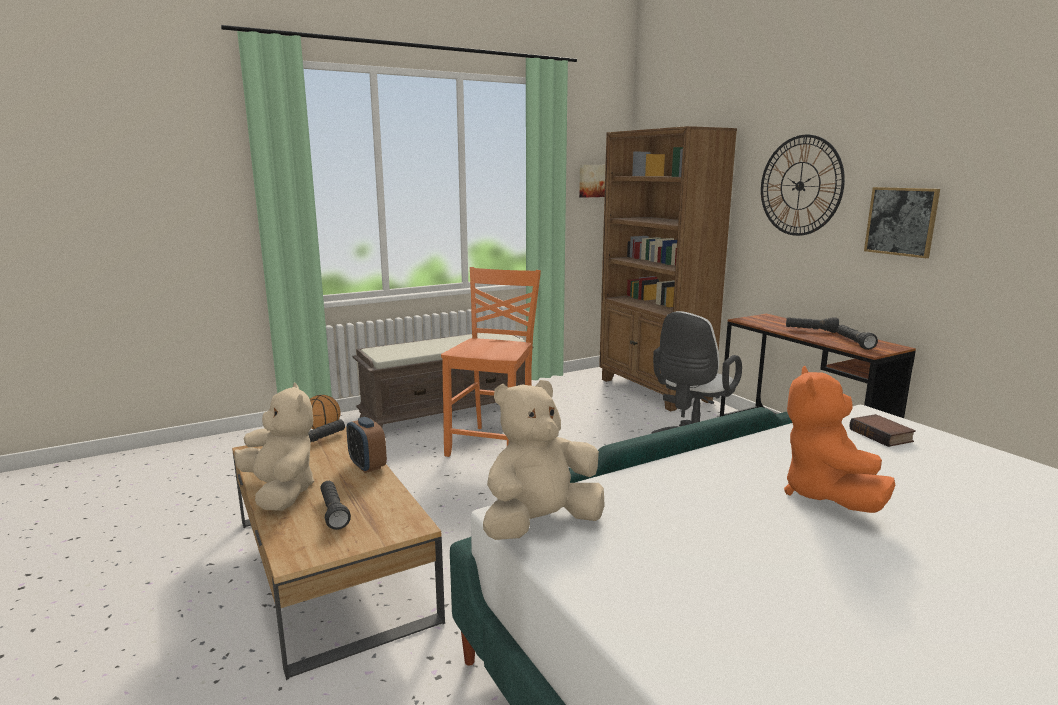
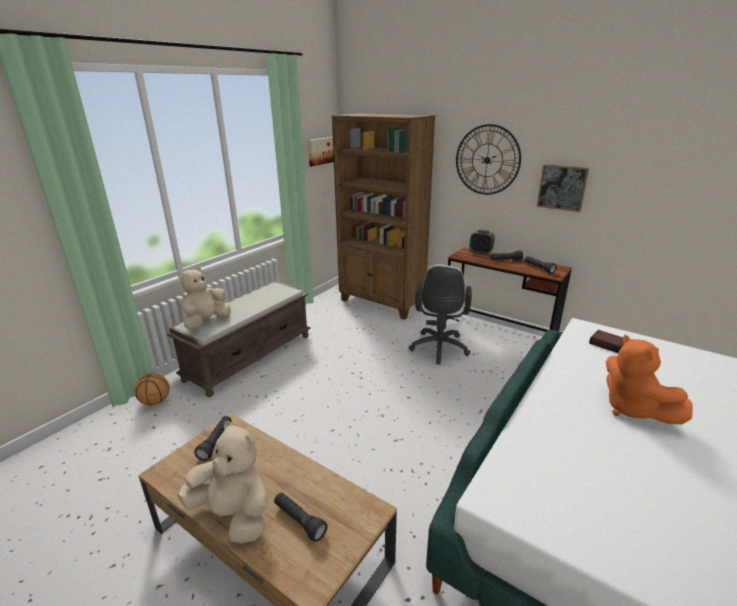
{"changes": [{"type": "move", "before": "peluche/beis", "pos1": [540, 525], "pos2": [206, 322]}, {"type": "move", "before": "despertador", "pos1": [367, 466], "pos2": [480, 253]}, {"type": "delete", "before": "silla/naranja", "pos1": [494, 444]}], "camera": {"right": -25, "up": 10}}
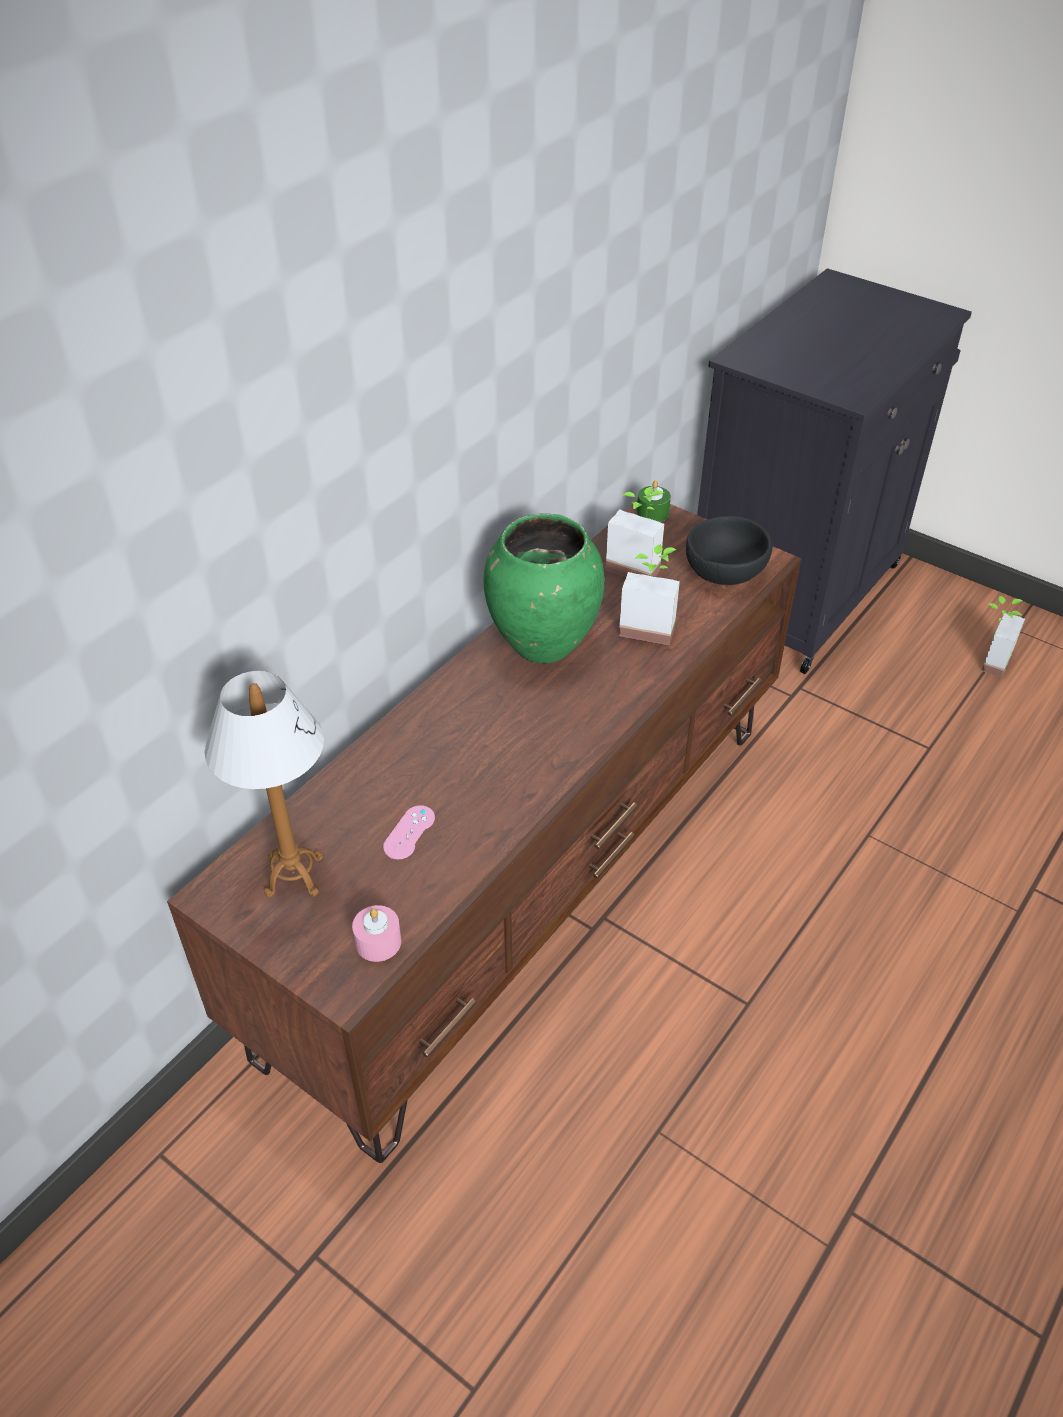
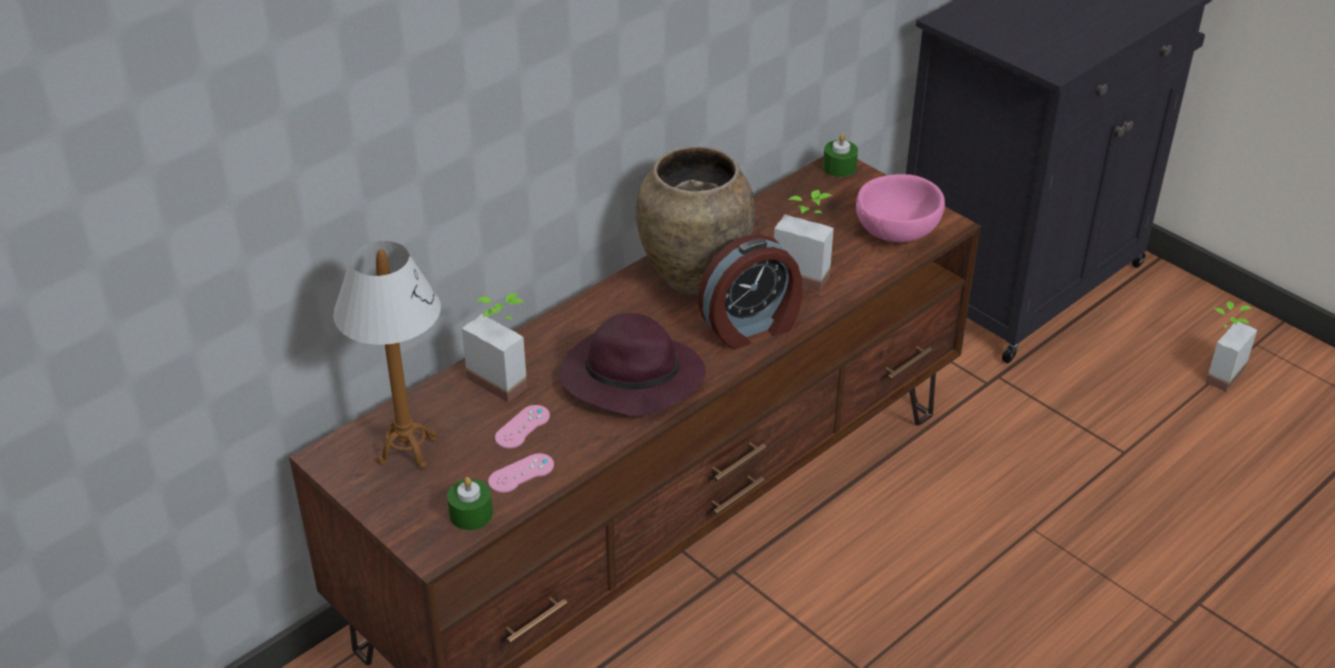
{"changes": [{"type": "recolor", "before": "vela/rosa", "after": "vela/verde", "pos1": [378, 942], "pos2": [471, 514]}, {"type": "move", "before": "planta en maceta", "pos1": [637, 564], "pos2": [505, 377]}, {"type": "insert", "after": "mando de consola/rosa", "pos2": [521, 473]}, {"type": "insert", "after": "sombrero/morado", "pos2": [629, 379]}, {"type": "recolor", "before": "florero/verde", "after": "florero/marrón", "pos1": [542, 645], "pos2": [693, 279]}, {"type": "insert", "after": "despertador", "pos2": [751, 327]}, {"type": "recolor", "before": "cuenco/negro", "after": "cuenco/rosa", "pos1": [727, 573], "pos2": [898, 232]}], "camera": {"right": 10, "up": -5}}
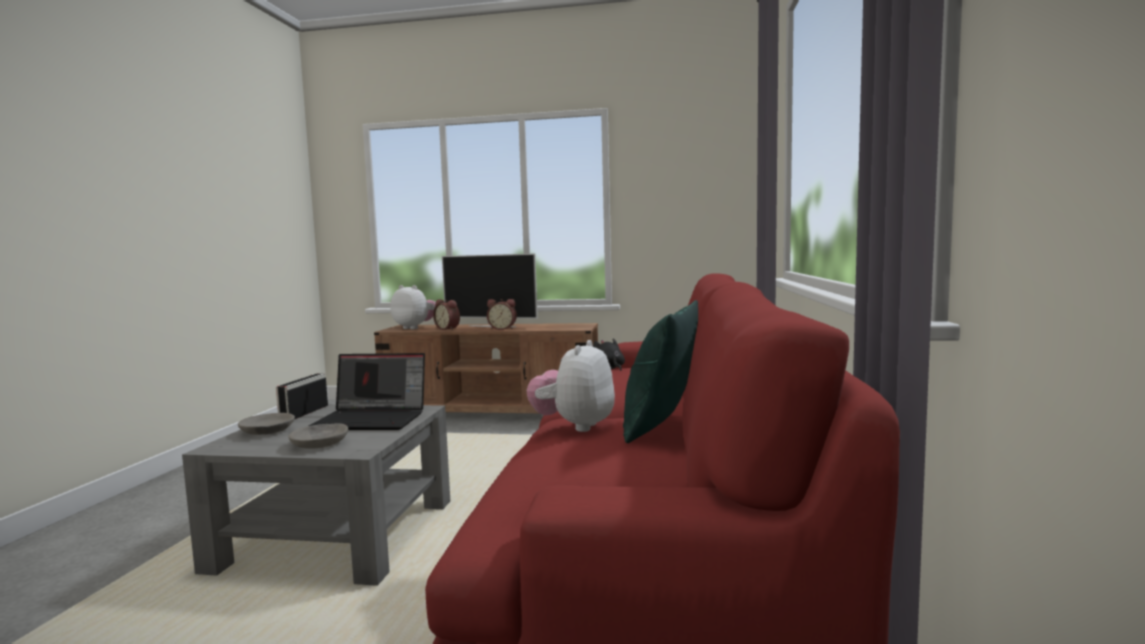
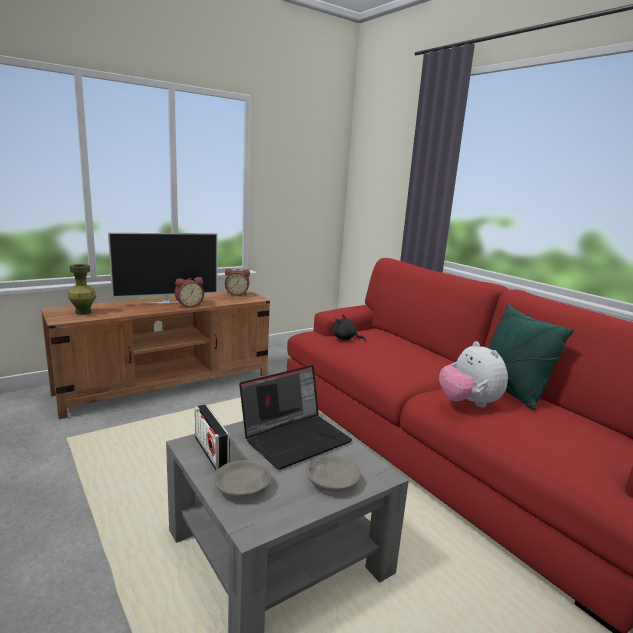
{"changes": [{"type": "replace", "before": "peluche", "after": "florero/verde", "pos1": [415, 328], "pos2": [83, 312]}, {"type": "move", "before": "despertador", "pos1": [448, 329], "pos2": [237, 294]}], "camera": {"right": -45, "up": 10}}
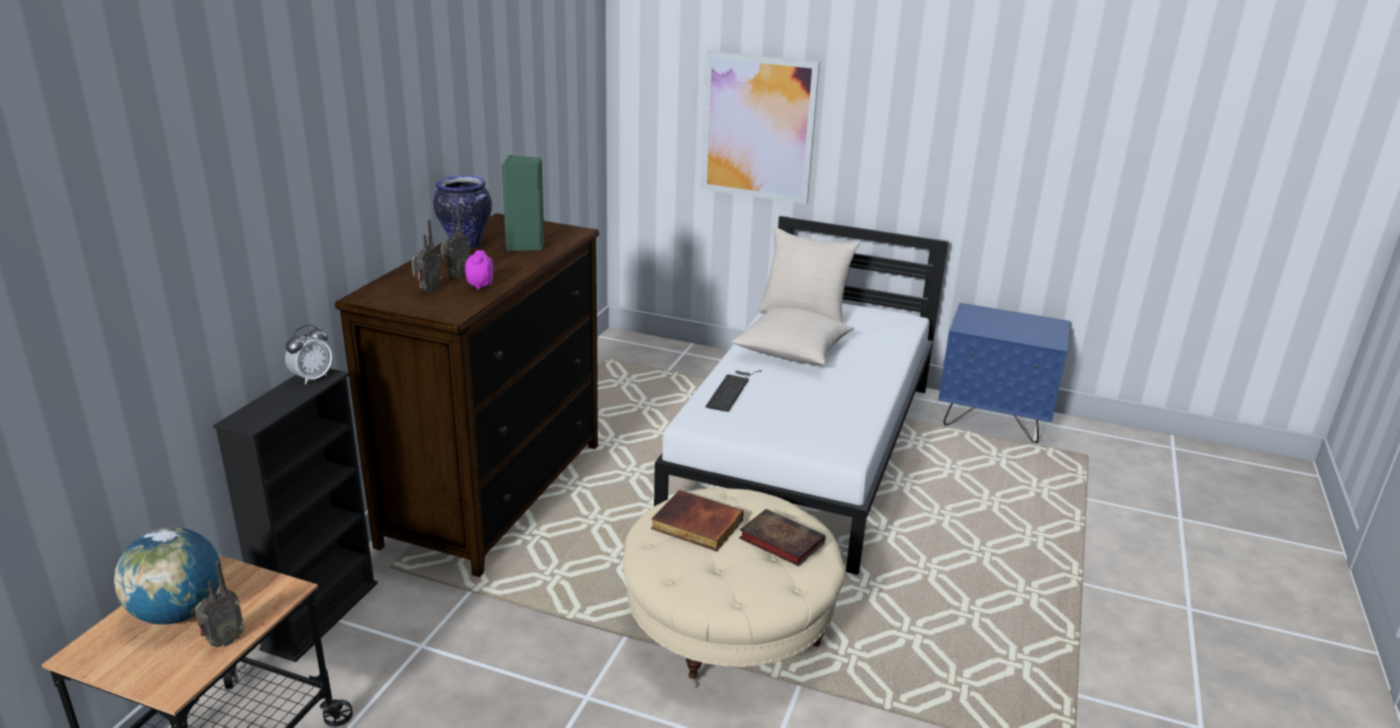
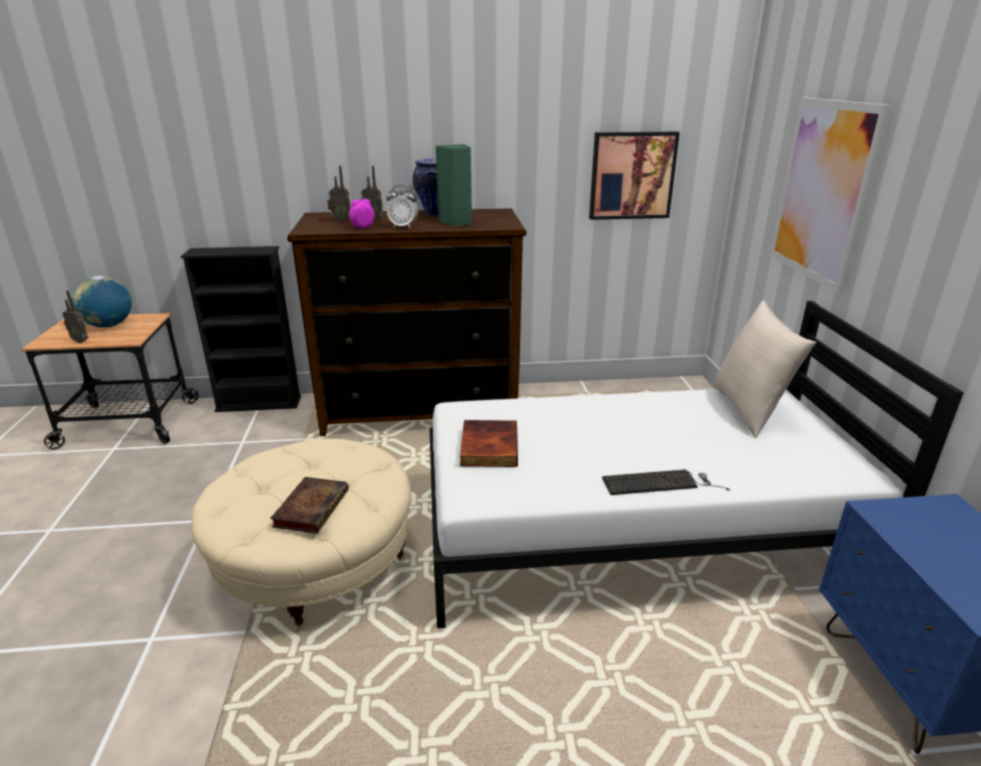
{"changes": [{"type": "move", "before": "despertador", "pos1": [312, 378], "pos2": [403, 227]}, {"type": "move", "before": "libro", "pos1": [696, 525], "pos2": [487, 447]}, {"type": "insert", "after": "cuadro", "pos2": [632, 175]}, {"type": "move", "before": "teclado", "pos1": [731, 389], "pos2": [661, 483]}, {"type": "delete", "before": "cojín/beis", "pos1": [792, 351]}], "camera": {"right": 65, "up": 0}}
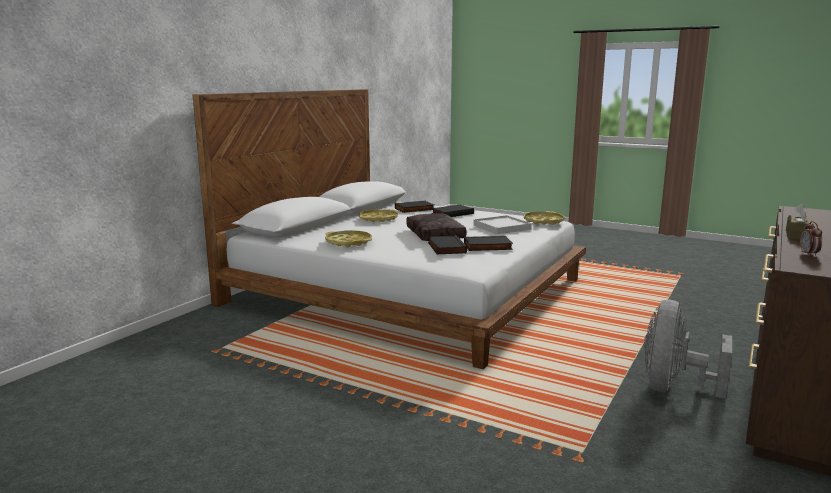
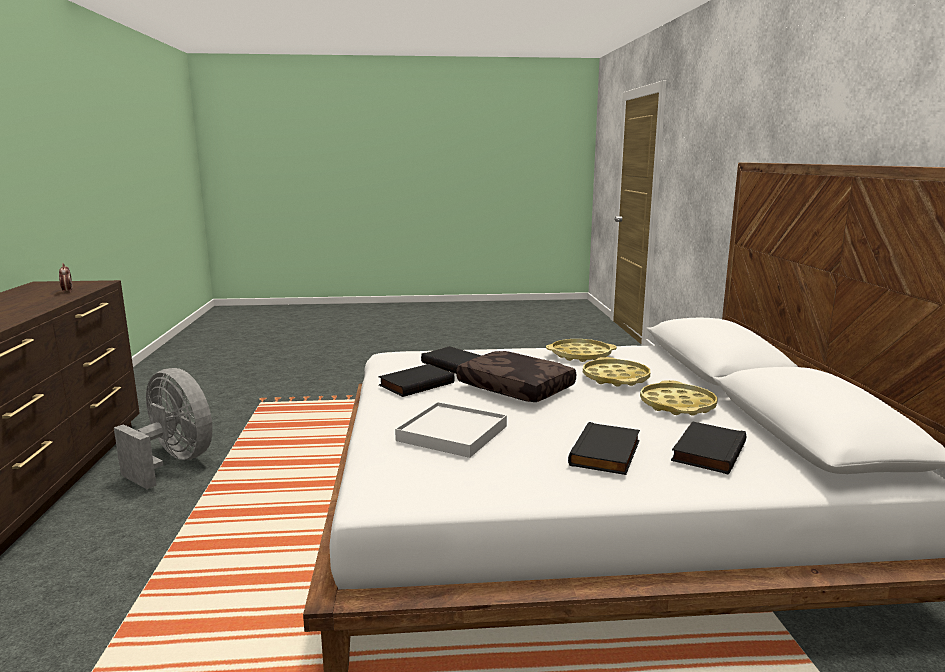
{"changes": [{"type": "rotate", "before": "ventilador/gris", "pos1": [673, 388], "pos2": [174, 462], "turn": -45}, {"type": "move", "before": "bandeja/amarillo", "pos1": [543, 221], "pos2": [615, 378]}, {"type": "delete", "before": "caja de pañuelos/marrón", "pos1": [797, 235]}], "camera": {"right": 145, "up": 0}}
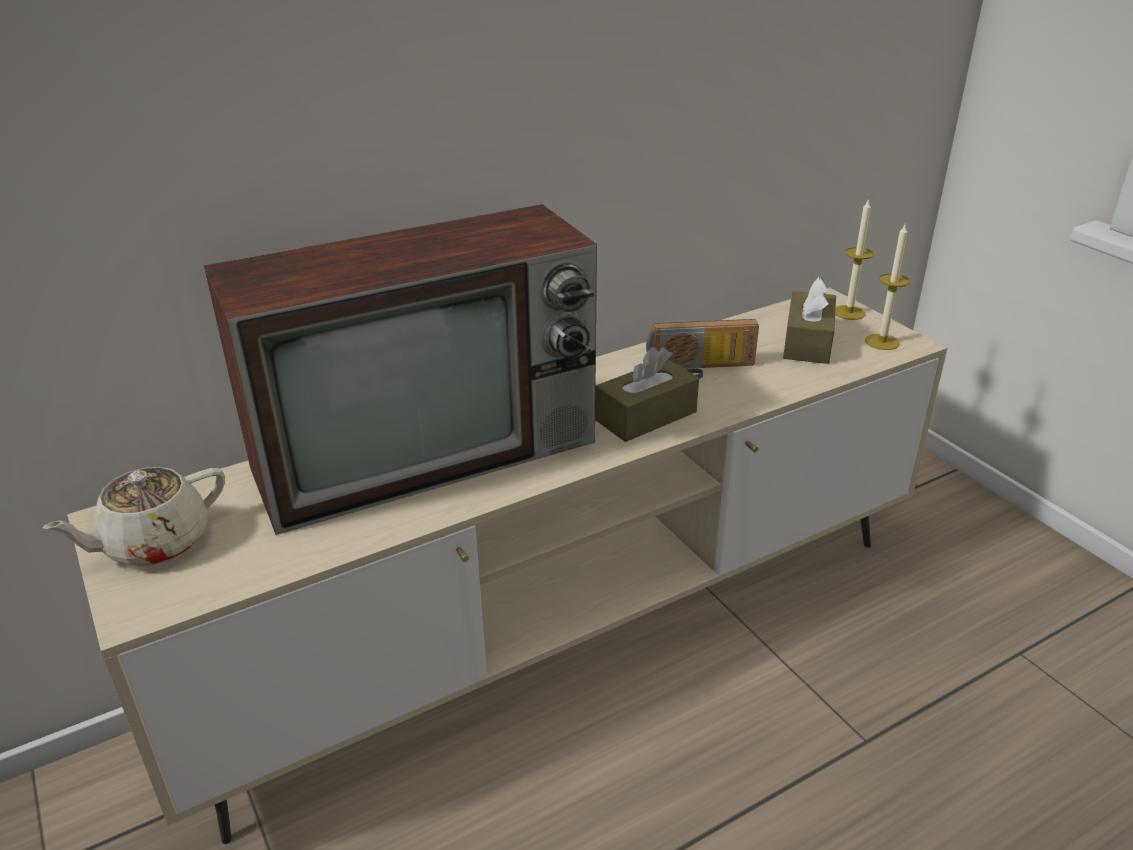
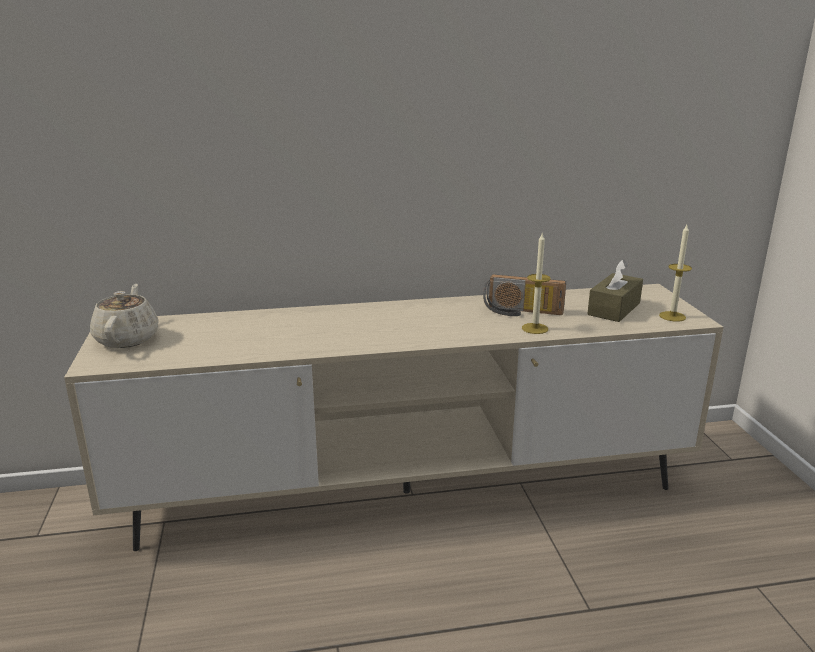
{"changes": [{"type": "rotate", "before": "tetera/beis", "pos1": [154, 543], "pos2": [127, 338], "turn": 105}, {"type": "move", "before": "vela", "pos1": [849, 312], "pos2": [535, 328]}, {"type": "delete", "before": "televisor", "pos1": [431, 452]}, {"type": "delete", "before": "caja de pañuelos/marrón", "pos1": [646, 416]}], "camera": {"right": 20, "up": -10}}
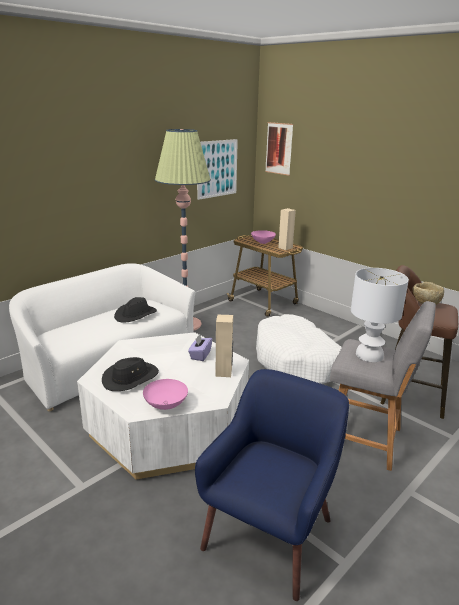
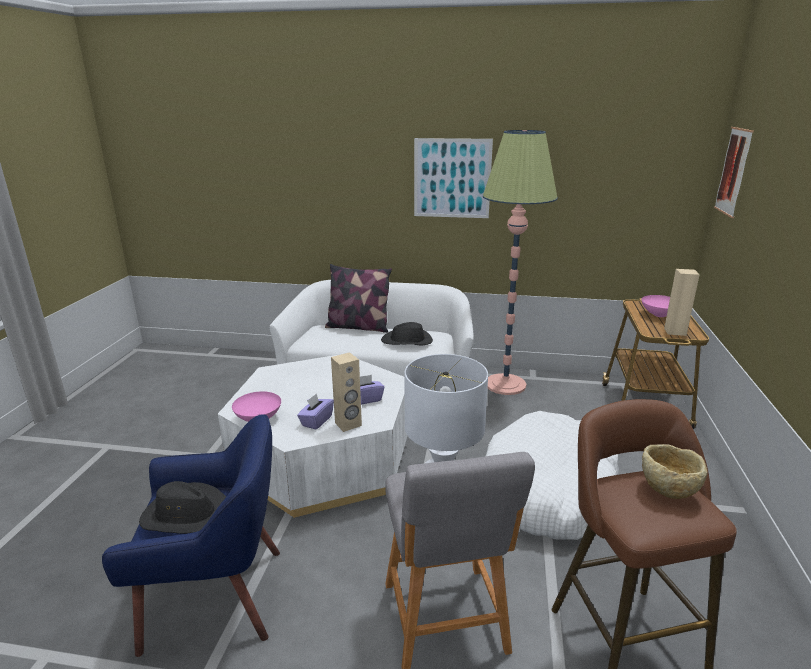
{"changes": [{"type": "move", "before": "sombrero/negro", "pos1": [130, 378], "pos2": [186, 514]}, {"type": "insert", "after": "caja de pañuelos/morado", "pos2": [316, 421]}, {"type": "insert", "after": "cojín", "pos2": [358, 327]}, {"type": "move", "before": "cuadro", "pos1": [217, 168], "pos2": [452, 178]}], "camera": {"right": 55, "up": 0}}
